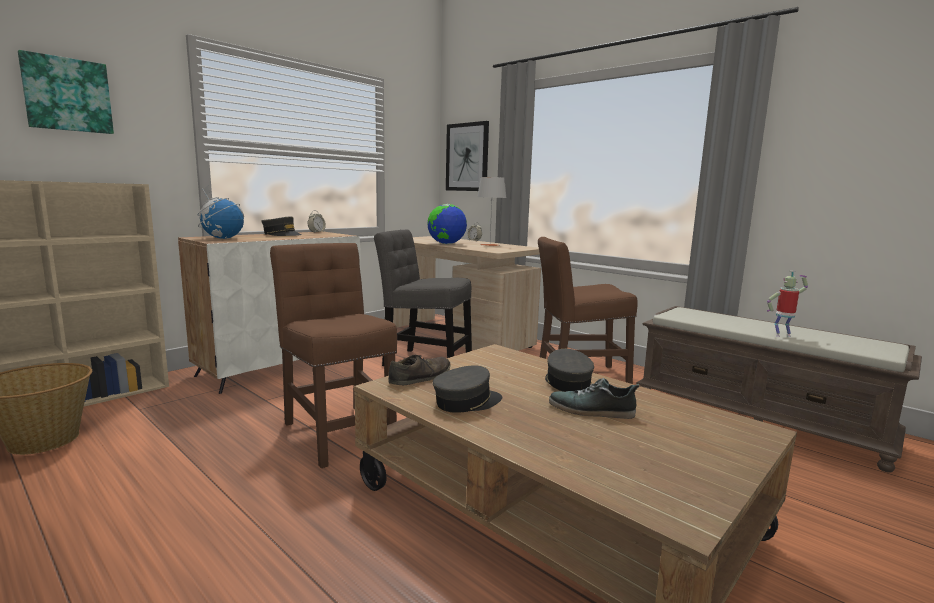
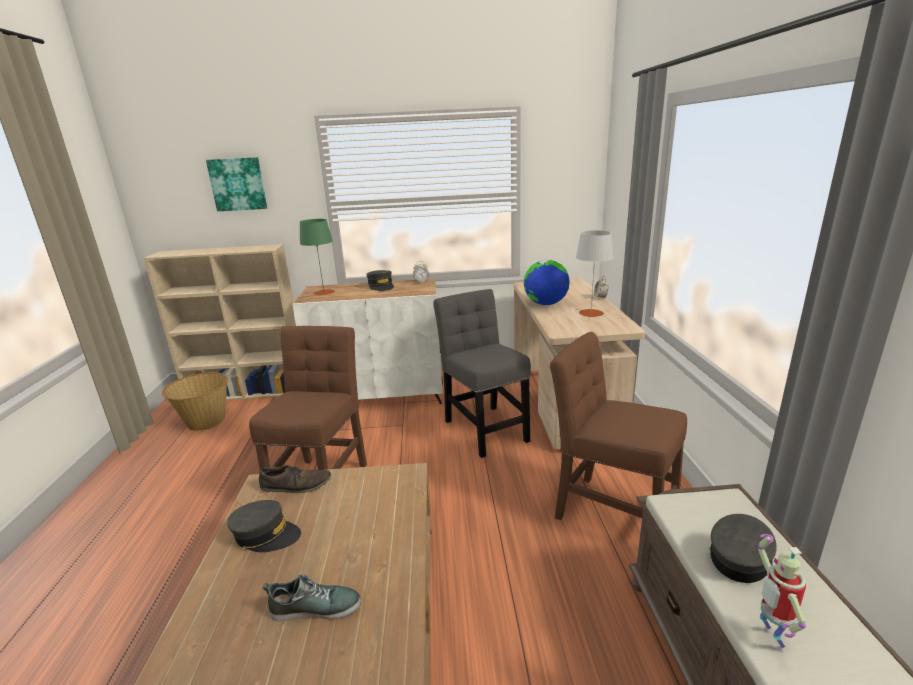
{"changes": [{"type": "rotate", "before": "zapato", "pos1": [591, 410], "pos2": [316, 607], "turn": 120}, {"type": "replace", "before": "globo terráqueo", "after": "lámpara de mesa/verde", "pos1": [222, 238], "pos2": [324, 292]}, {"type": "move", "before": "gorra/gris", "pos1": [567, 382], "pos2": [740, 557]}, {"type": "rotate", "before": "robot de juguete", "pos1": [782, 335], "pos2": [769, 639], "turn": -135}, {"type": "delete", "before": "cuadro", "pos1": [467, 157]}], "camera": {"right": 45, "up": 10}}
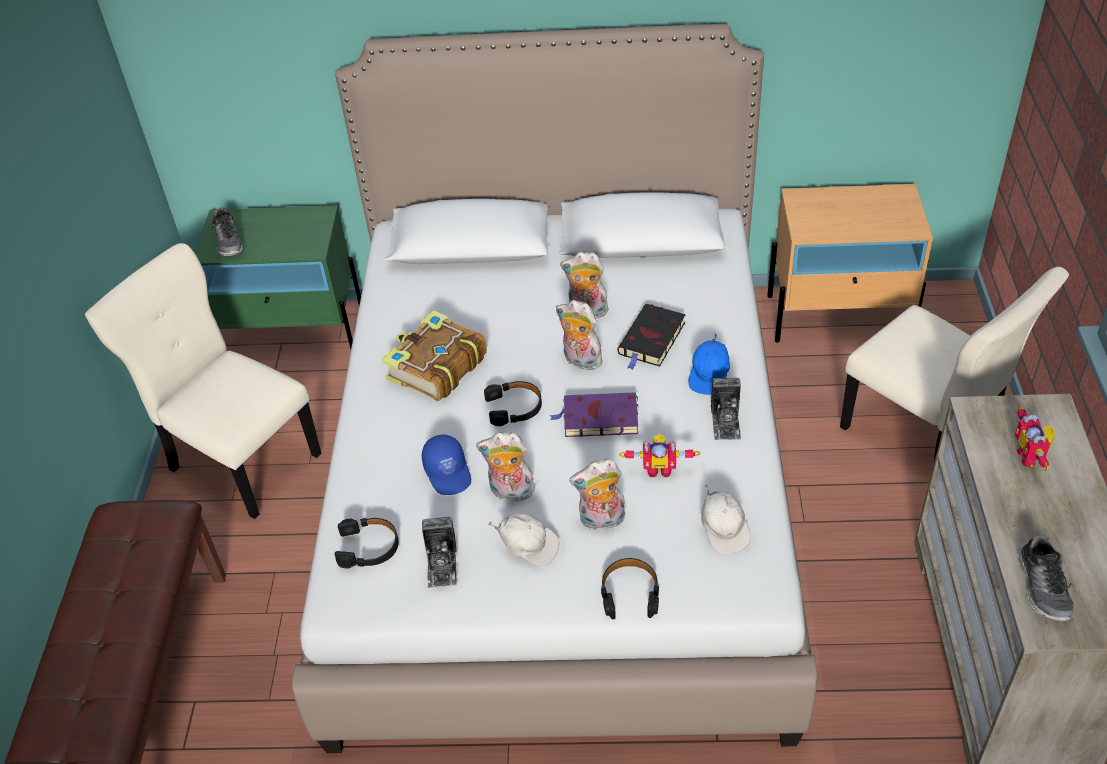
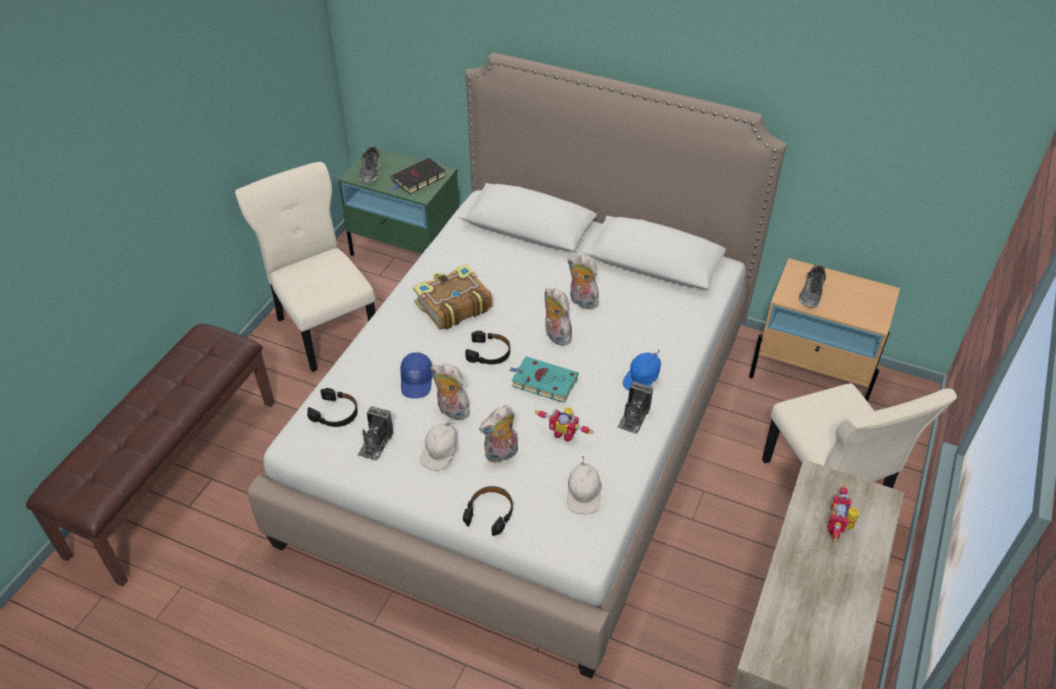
{"changes": [{"type": "move", "before": "libro/negro", "pos1": [651, 340], "pos2": [417, 179]}, {"type": "rotate", "before": "gorra/blanco", "pos1": [528, 546], "pos2": [441, 453], "turn": 75}, {"type": "rotate", "before": "peluche", "pos1": [601, 521], "pos2": [501, 455], "turn": -45}, {"type": "recolor", "before": "libro/morado", "after": "libro/turquesa", "pos1": [598, 418], "pos2": [542, 382]}, {"type": "move", "before": "zapato", "pos1": [1043, 588], "pos2": [811, 294]}], "camera": {"right": 20, "up": 0}}
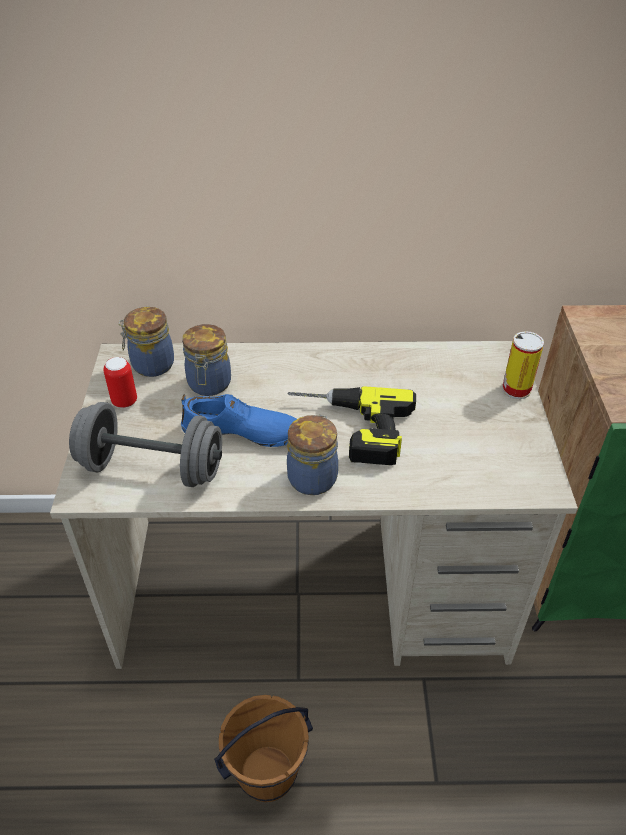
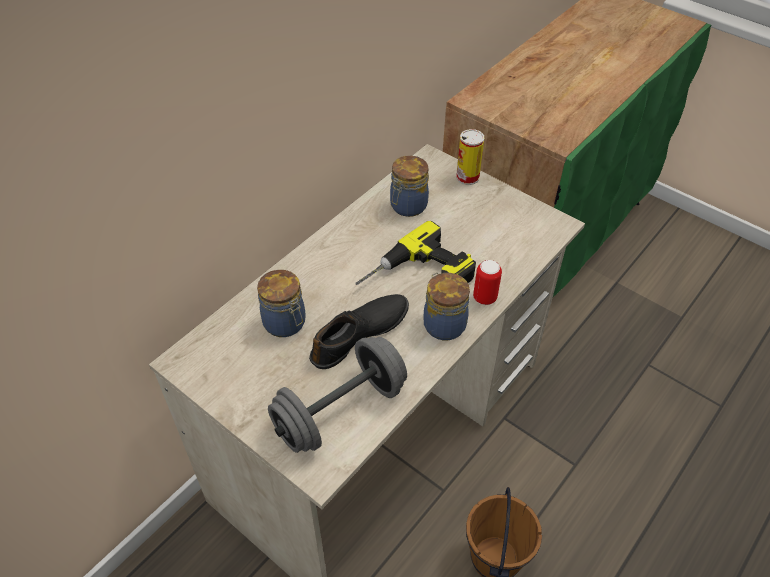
{"changes": [{"type": "recolor", "before": "zapato/azul", "after": "zapato/negro", "pos1": [243, 433], "pos2": [360, 335]}, {"type": "move", "before": "tarro", "pos1": [151, 365], "pos2": [407, 206]}, {"type": "move", "before": "lata", "pos1": [124, 401], "pos2": [484, 298]}], "camera": {"right": -50, "up": 5}}
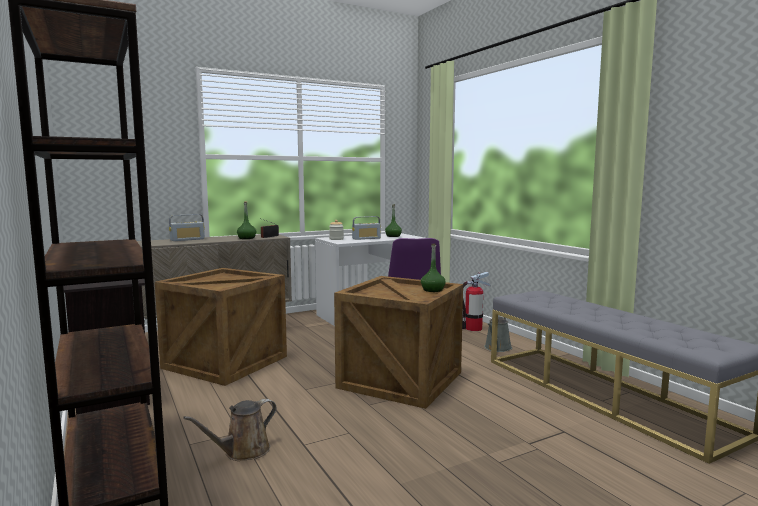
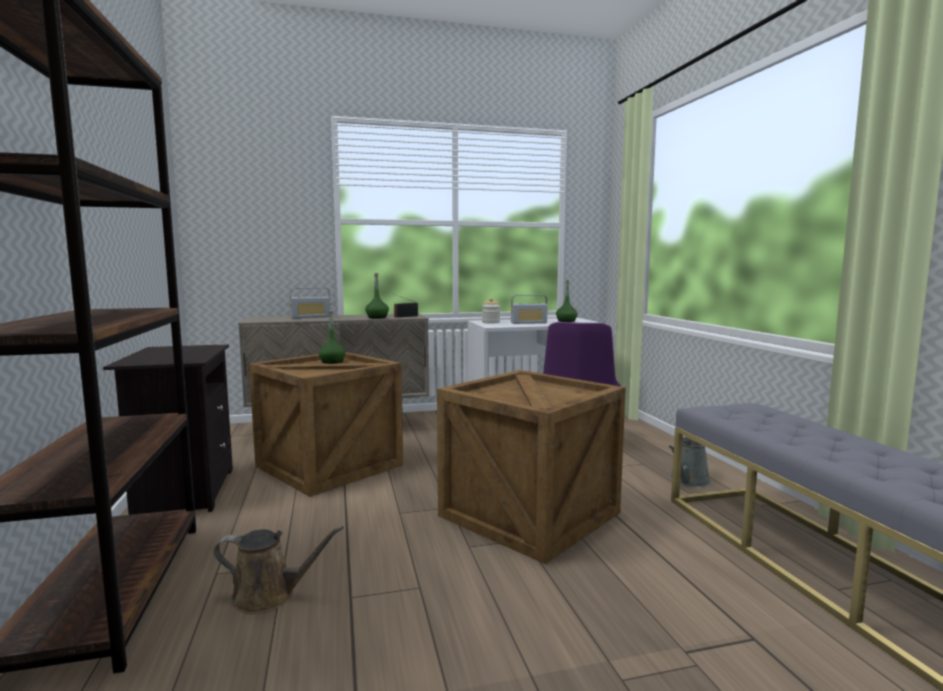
{"changes": [{"type": "rotate", "before": "regadera/marrón", "pos1": [243, 452], "pos2": [269, 595], "turn": -150}, {"type": "move", "before": "botella/verde", "pos1": [432, 290], "pos2": [332, 362]}, {"type": "delete", "before": "extintor", "pos1": [473, 328]}], "camera": {"right": 15, "up": 0}}
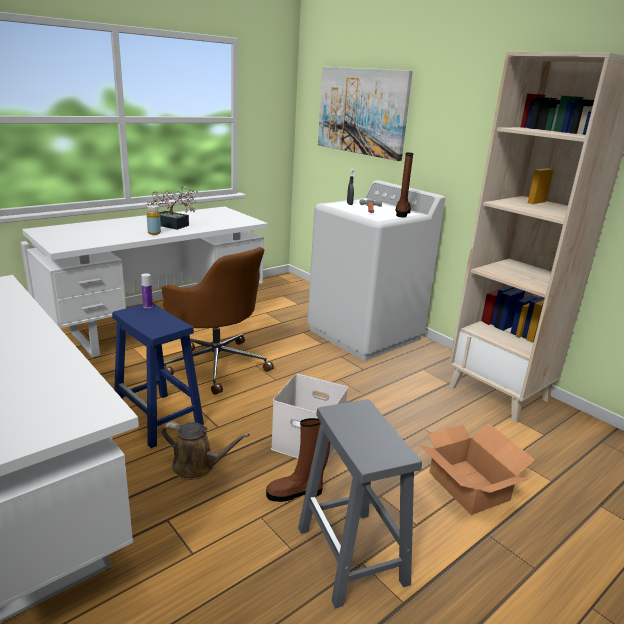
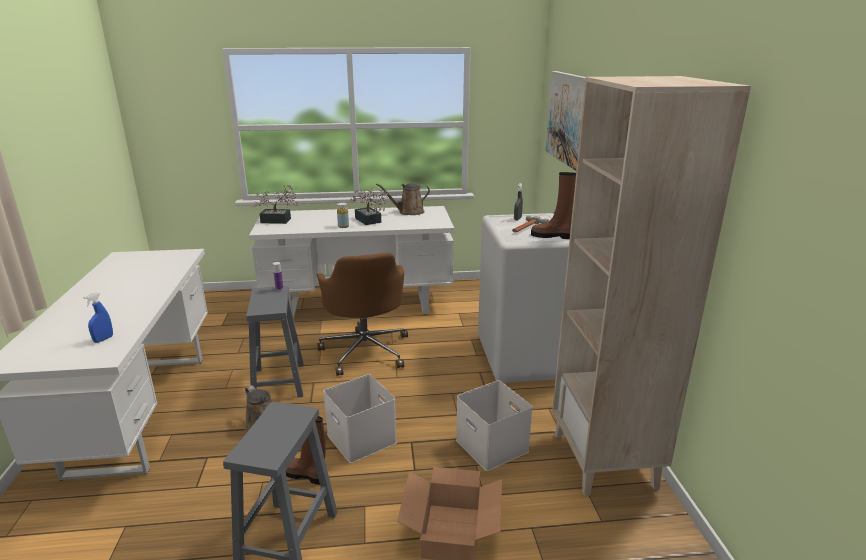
{"changes": [{"type": "insert", "after": "pulverizador/azul", "pos2": [103, 339]}, {"type": "recolor", "before": "taburete/azul", "after": "taburete/gris", "pos1": [159, 419], "pos2": [279, 383]}, {"type": "insert", "after": "planta en maceta", "pos2": [279, 221]}, {"type": "insert", "after": "regadera/marrón", "pos2": [409, 212]}, {"type": "insert", "after": "caja de almacenaje/blanco", "pos2": [493, 446]}, {"type": "rotate", "before": "bota/marrón", "pos1": [402, 213], "pos2": [553, 236], "turn": -120}], "camera": {"right": 35, "up": 0}}
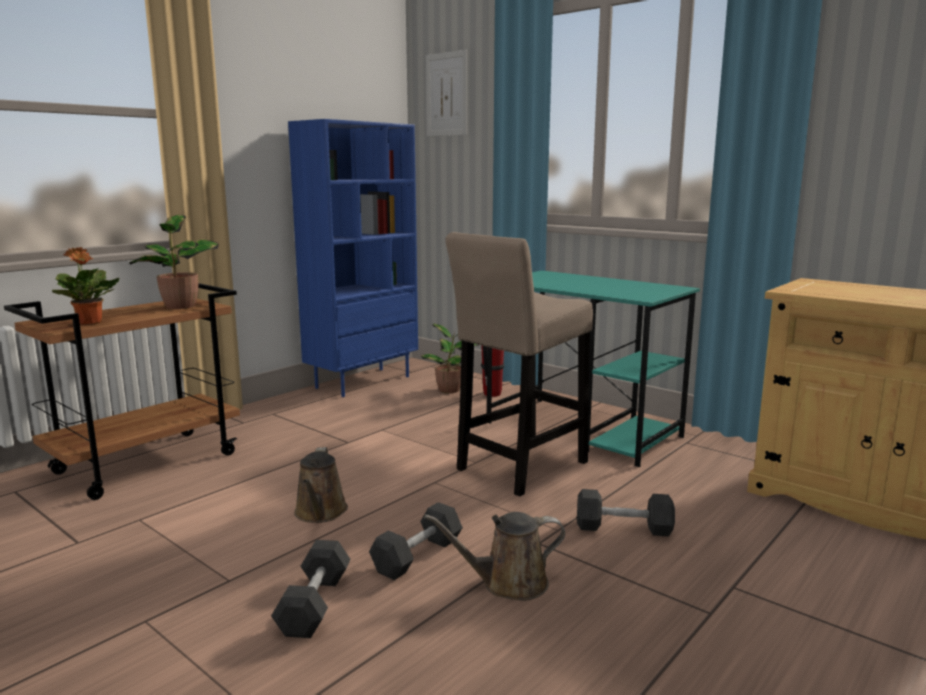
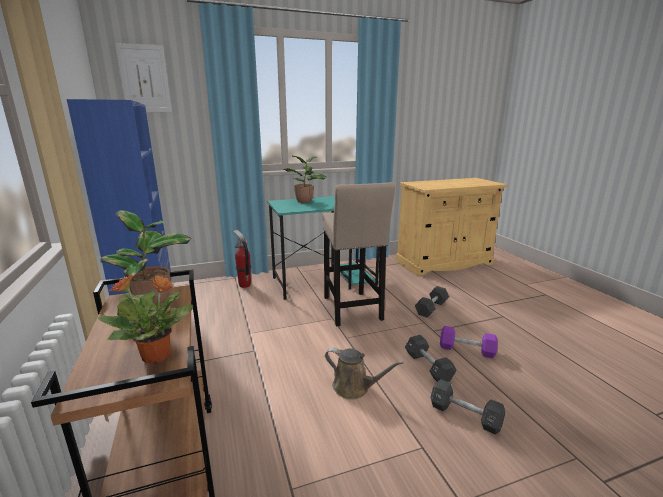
{"changes": [{"type": "move", "before": "planta en maceta", "pos1": [451, 390], "pos2": [305, 201]}, {"type": "replace", "before": "regadera/marrón", "after": "mancuerna/morado", "pos1": [508, 584], "pos2": [466, 350]}], "camera": {"right": -60, "up": 5}}
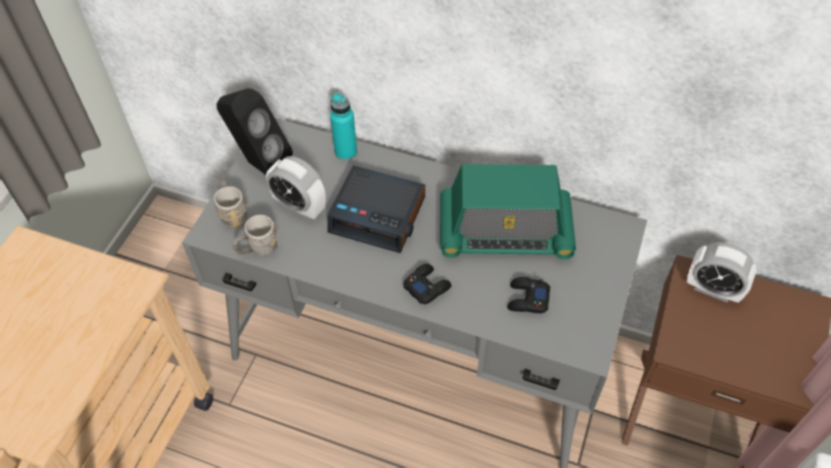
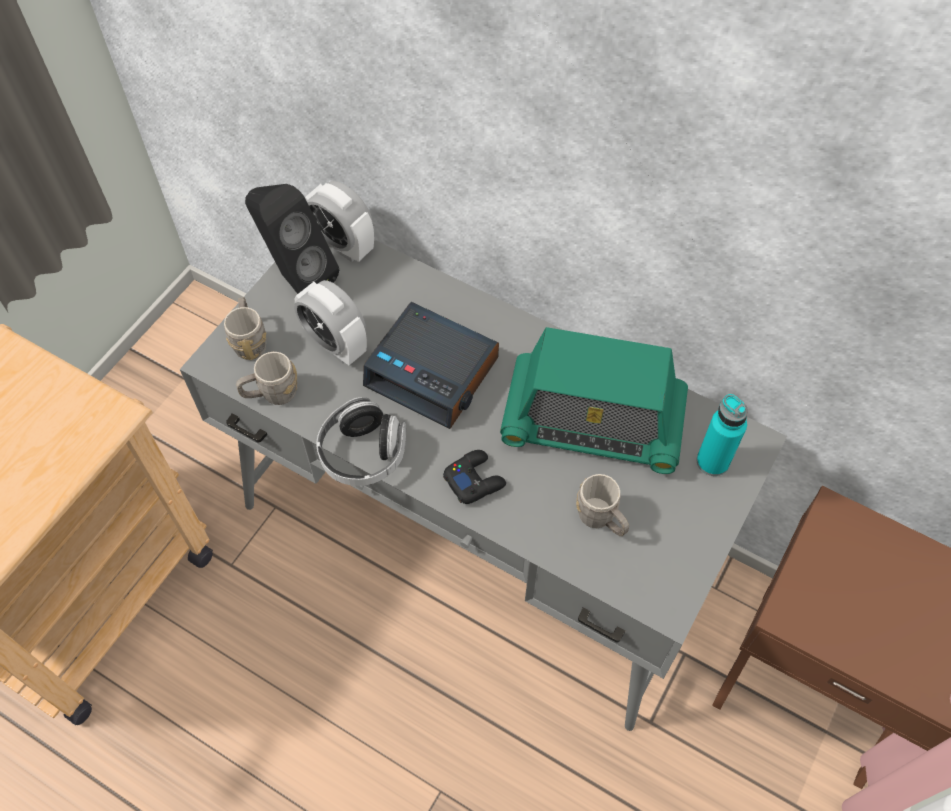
{"changes": [{"type": "move", "before": "despertador", "pos1": [712, 289], "pos2": [343, 245]}, {"type": "insert", "after": "auriculares", "pos2": [363, 454]}, {"type": "replace", "before": "mando de consola/negro", "after": "taza grande/gris", "pos1": [527, 299], "pos2": [601, 519]}, {"type": "move", "before": "botella/turquesa", "pos1": [346, 152], "pos2": [712, 461]}], "camera": {"right": 10, "up": 5}}
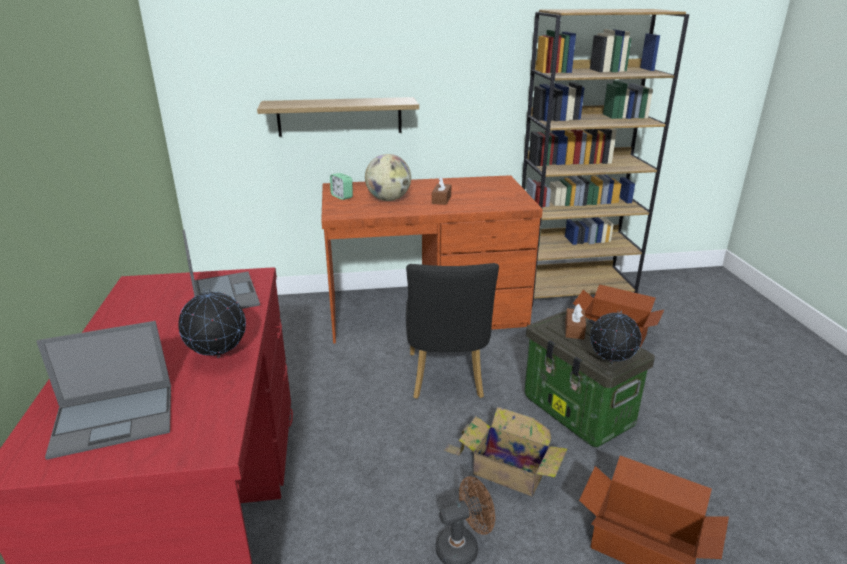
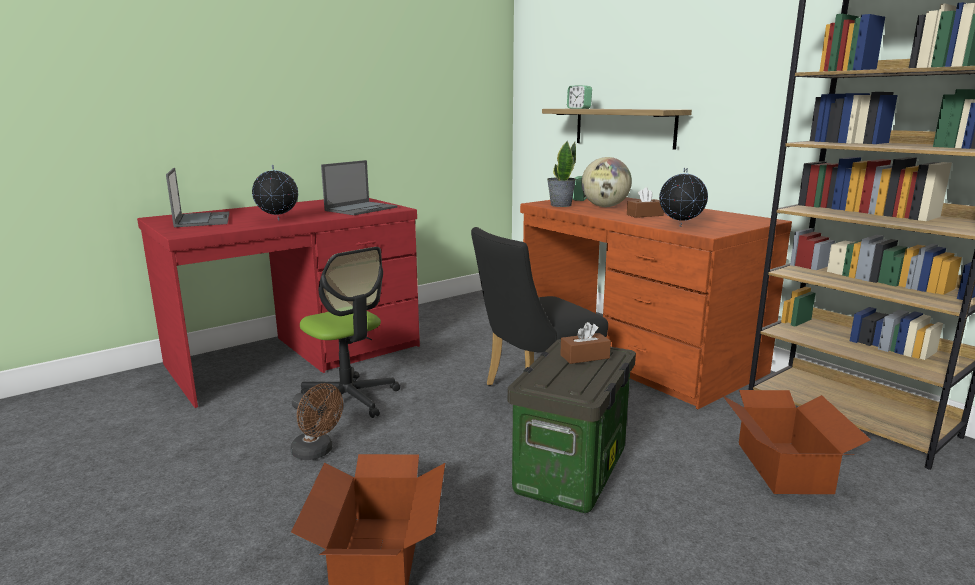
{"changes": [{"type": "rotate", "before": "portátil", "pos1": [115, 419], "pos2": [202, 220], "turn": -150}, {"type": "insert", "after": "silla de oficina", "pos2": [349, 399]}, {"type": "insert", "after": "planta en maceta", "pos2": [560, 205]}, {"type": "insert", "after": "despertador", "pos2": [578, 108]}, {"type": "move", "before": "globo terráqueo", "pos1": [610, 363], "pos2": [680, 226]}, {"type": "delete", "before": "caja de cartón", "pos1": [506, 469]}], "camera": {"right": 60, "up": -10}}
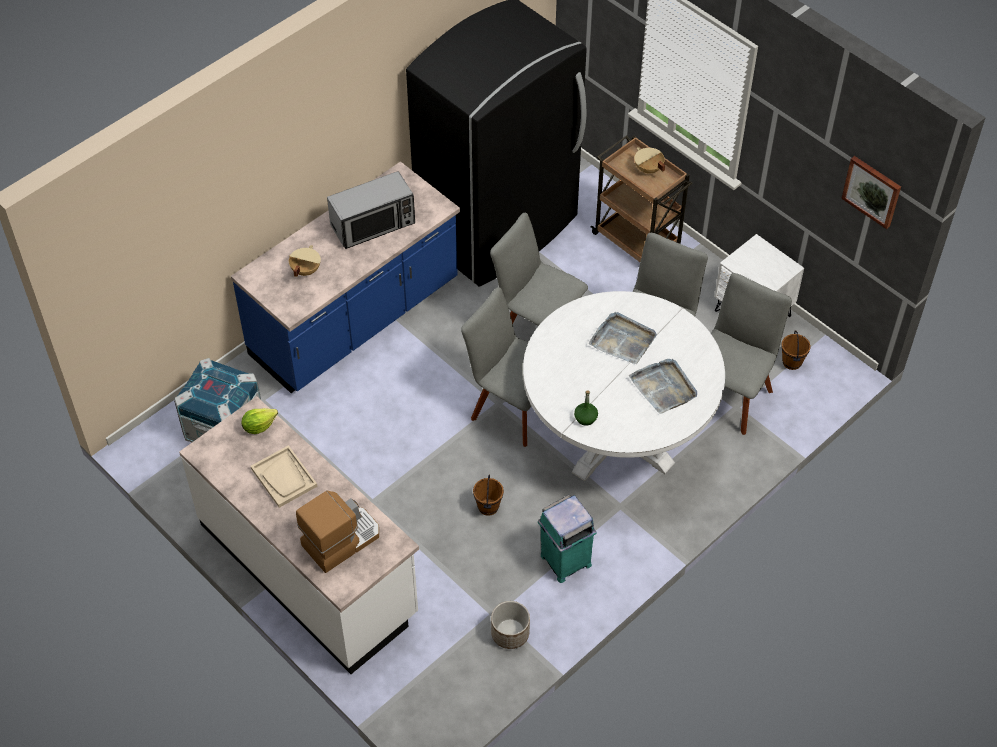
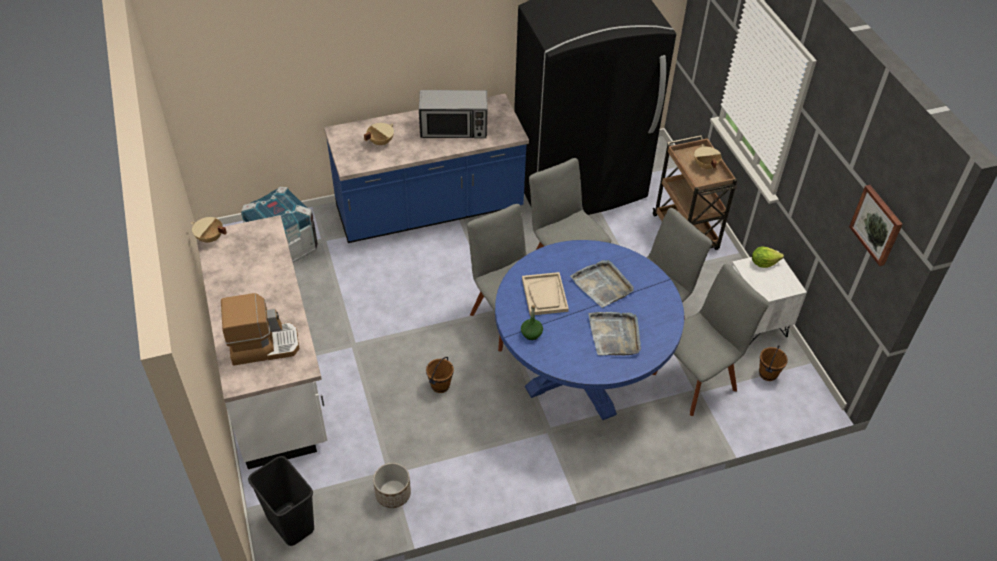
{"changes": [{"type": "insert", "after": "olla/beis", "pos2": [210, 238]}, {"type": "insert", "after": "papelera/negro", "pos2": [290, 524]}, {"type": "recolor", "before": "mesa de comedor/blanco", "after": "mesa de comedor/azul", "pos1": [617, 435], "pos2": [581, 372]}, {"type": "move", "before": "bandeja/beis", "pos1": [284, 477], "pos2": [544, 295]}, {"type": "move", "before": "lechuga", "pos1": [259, 426], "pos2": [763, 263]}, {"type": "delete", "before": "papelera/turquesa", "pos1": [564, 561]}], "camera": {"right": 25, "up": -5}}
